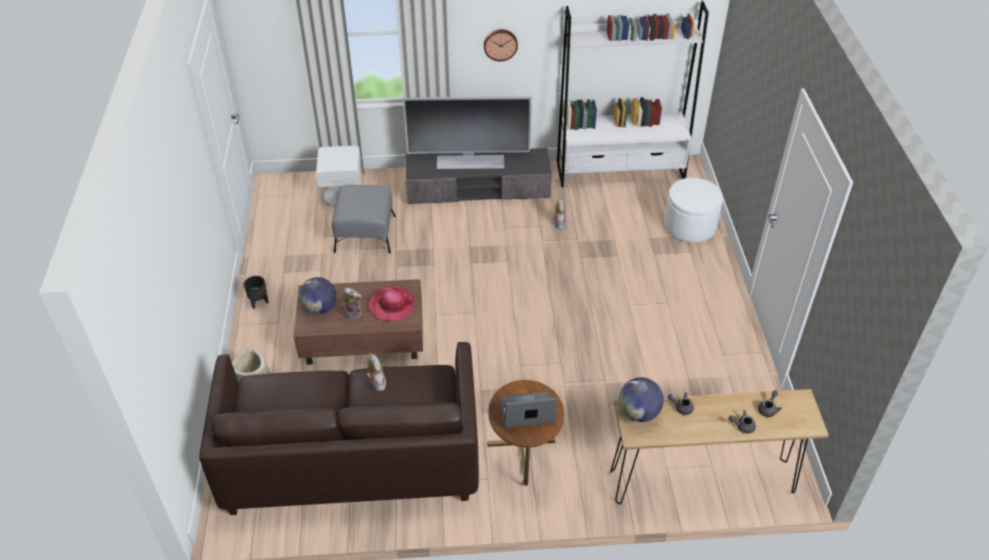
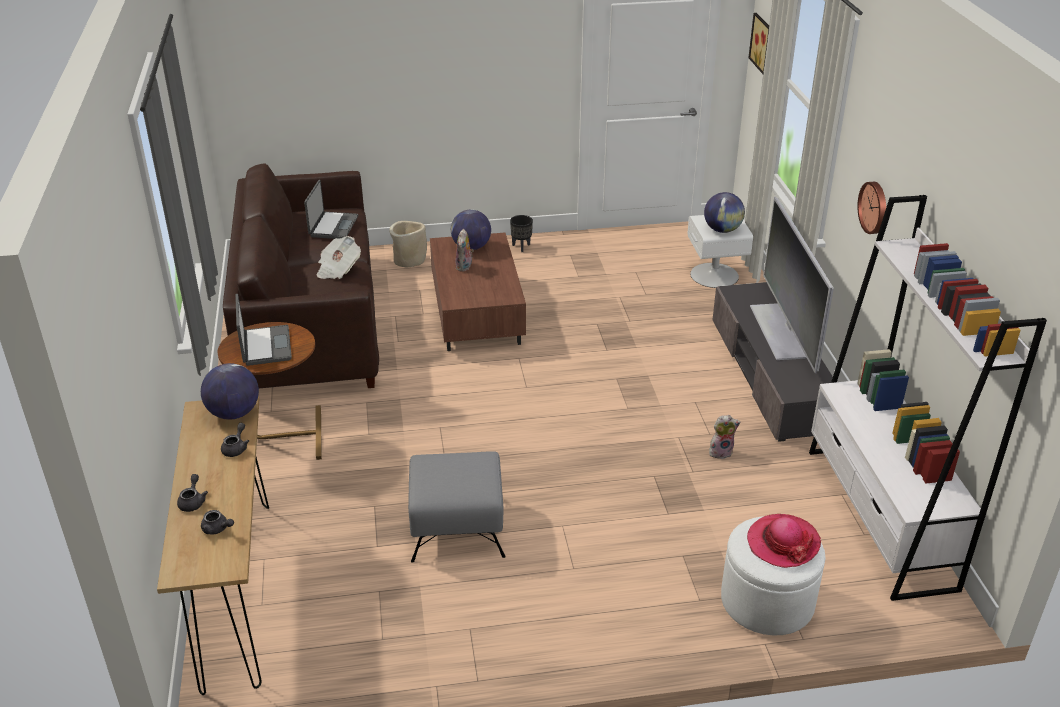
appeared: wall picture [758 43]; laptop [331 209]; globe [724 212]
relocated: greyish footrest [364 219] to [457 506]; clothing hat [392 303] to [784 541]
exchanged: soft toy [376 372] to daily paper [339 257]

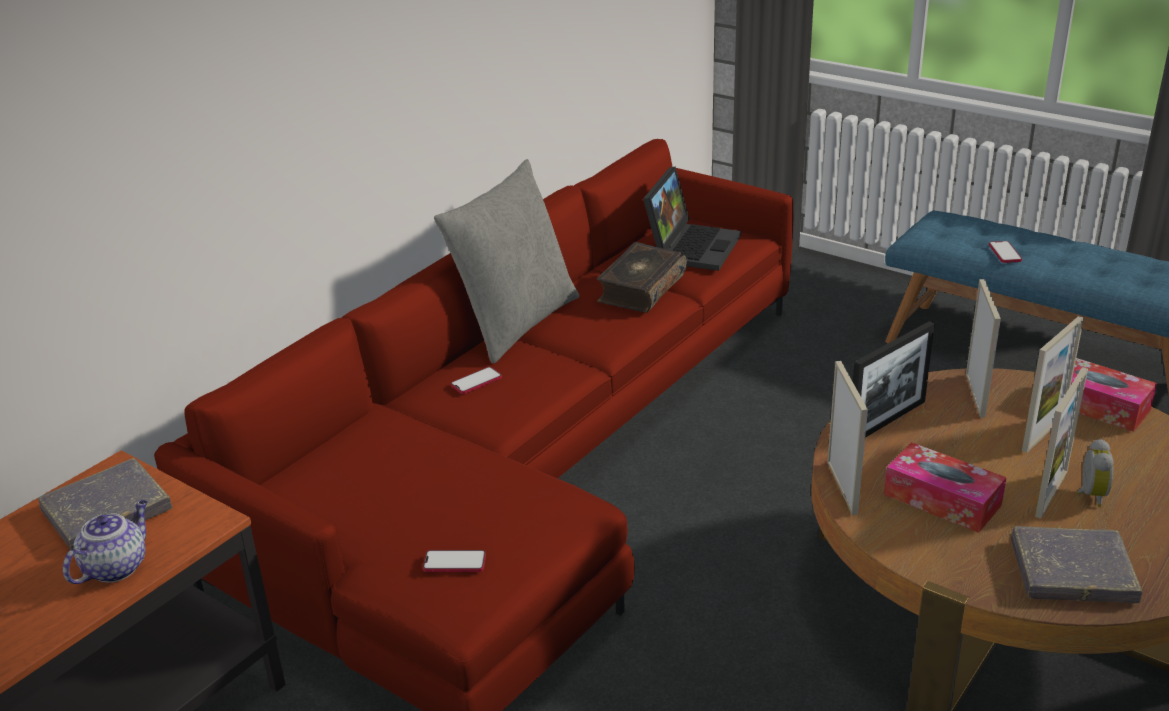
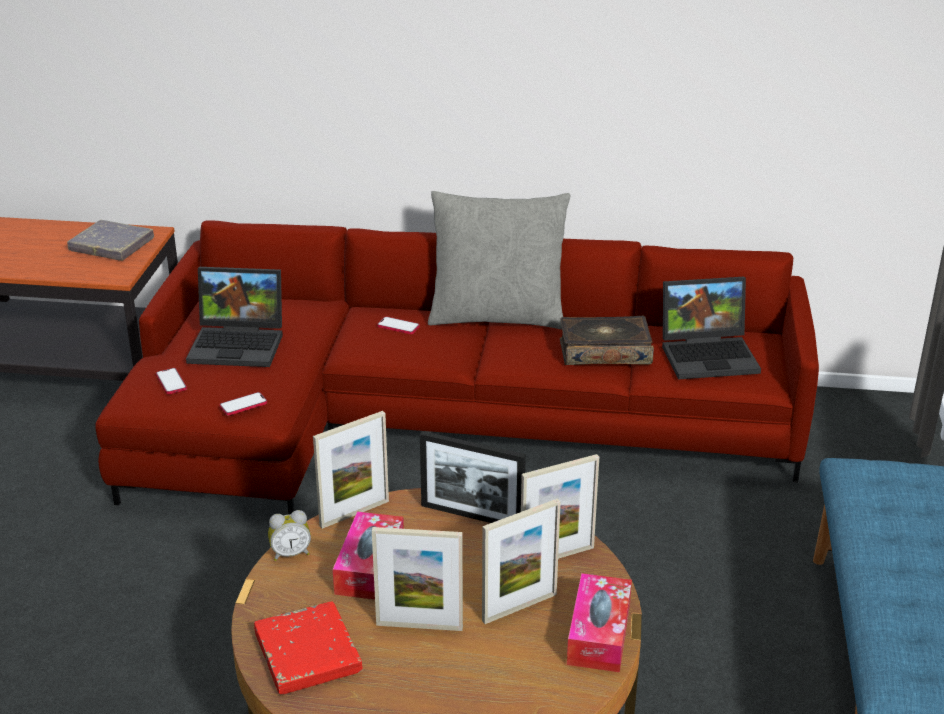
missing: tea pot [105 542]
appeared: laptop [234 317]
relocated: handset [1005 252] to [243 403]; alarm clock [1094 473] to [289 535]
colour: greyish book [1077 564] to red-coloured book [308 648]
spun: photo frame [1053 384] = [521 561] 45 degrees counterclockwise

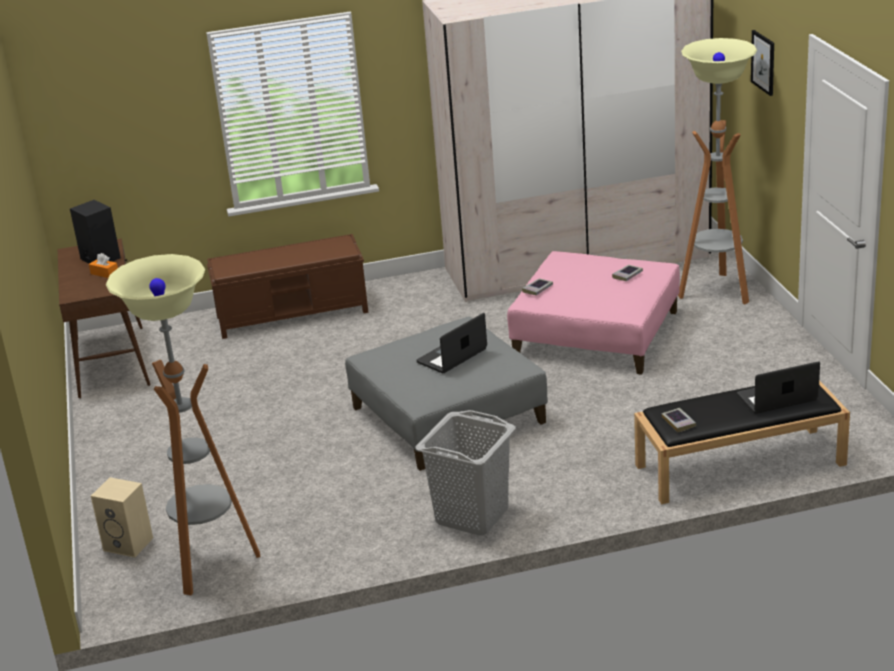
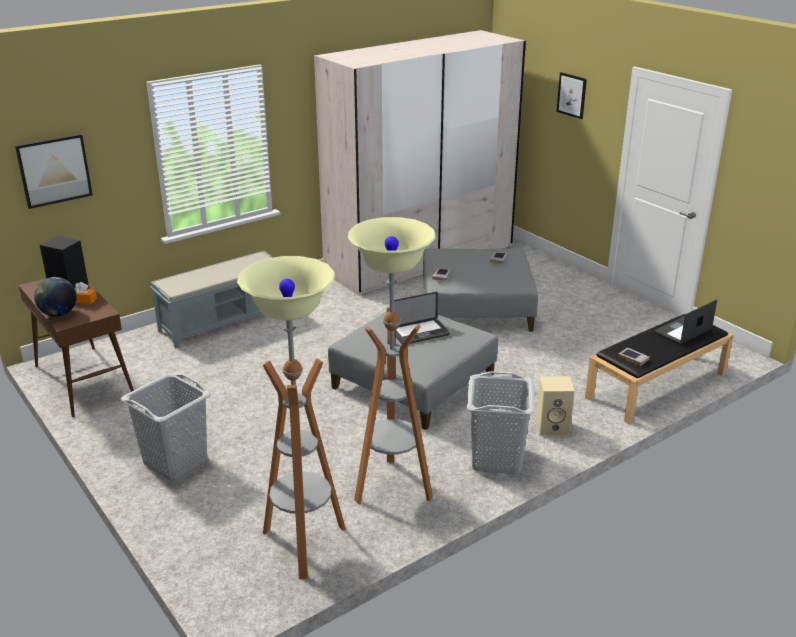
appeared: wall picture [54 171]; globe [55 297]; greyish hamper [166 426]
relocated: standard lamp [717 171] to [391 360]; sand-coloured speaker [122 517] to [555 406]
colour: brown indoor bench [287 286] to greyish indoor bench [211 299]; pink-coloured footrest [593 313] to greyish footrest [480 290]
spun: laptop [451 343] = [422 318] 135 degrees counterclockwise

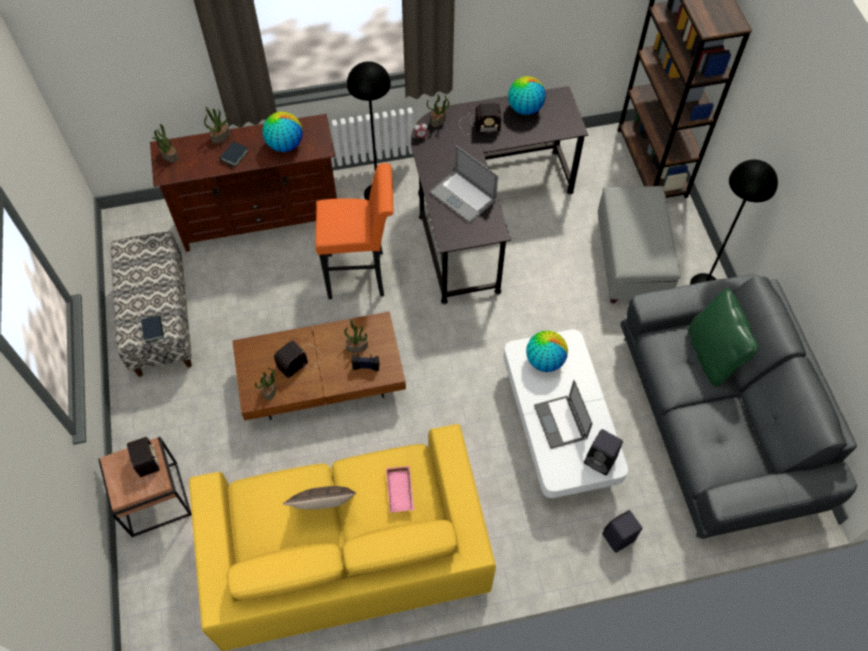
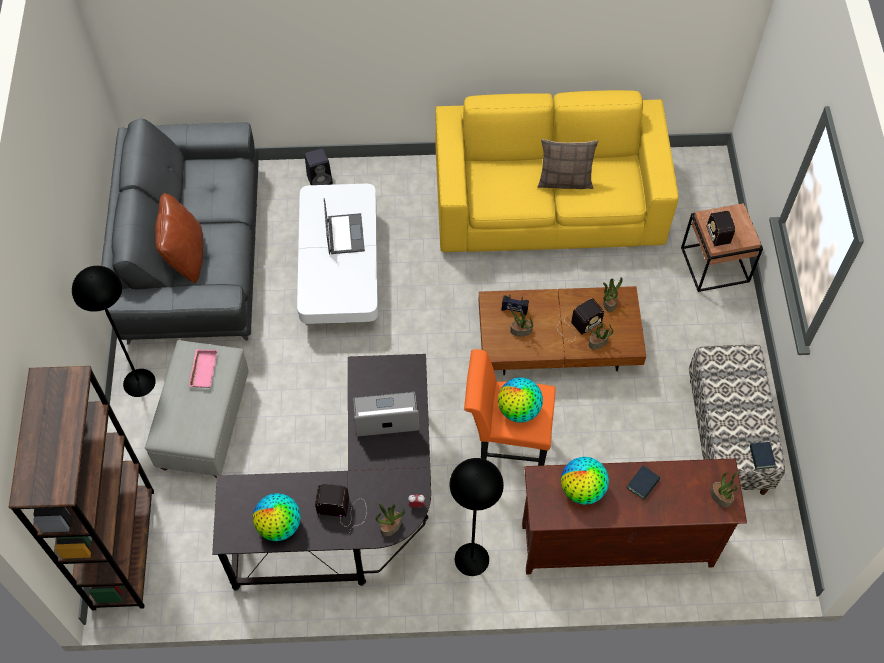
missing: black speaker [603 452]
relocated: plant in a pot [217 125] to [600 335]; book [152 329] to [763 455]; globe [547 351] to [520 400]; pink-coloured tray [400 489] to [203 368]
colour: green-coloured cushion [723 337] to brown cushion [179 238]
spun: laptop [463 184] = [386 414] 60 degrees counterclockwise

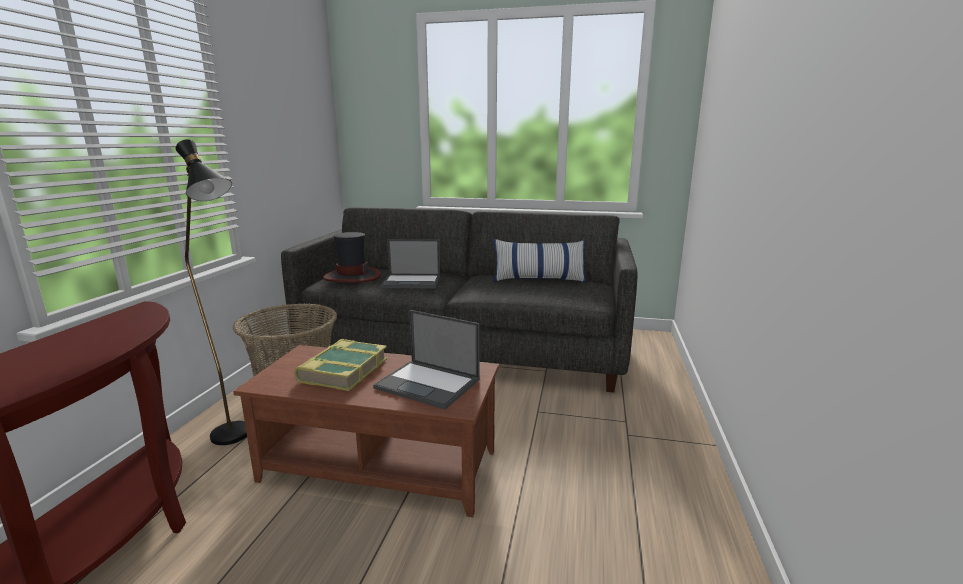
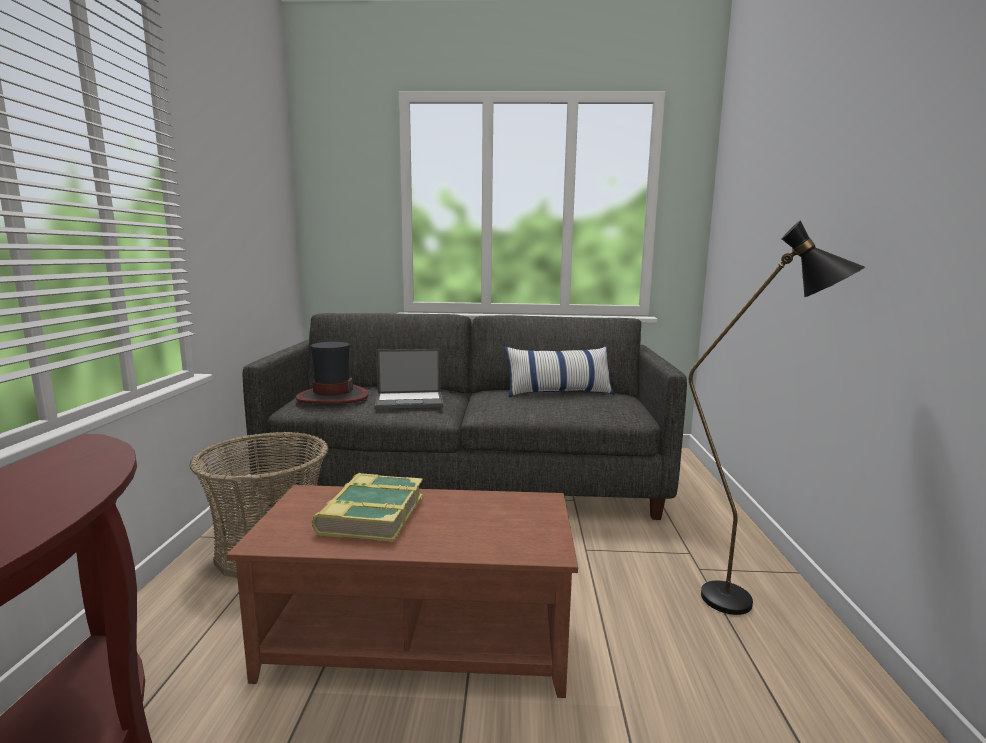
missing: laptop [426 360]
relocated: black standard lamp [211 292] to [777 417]

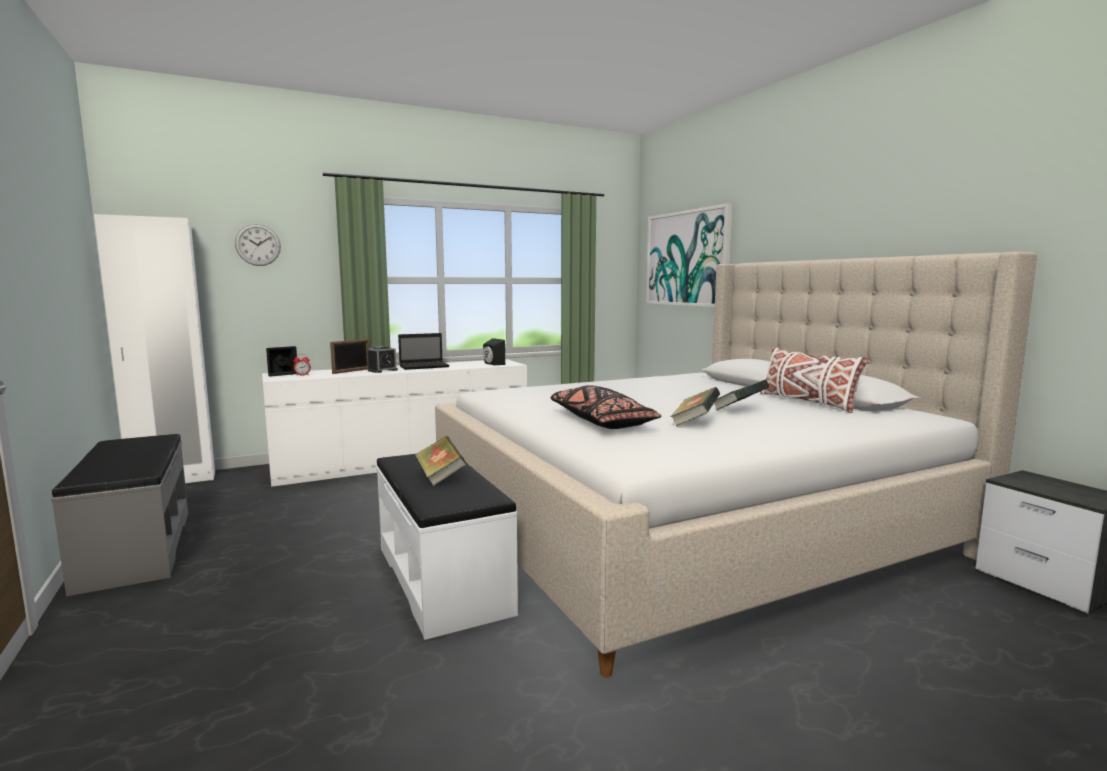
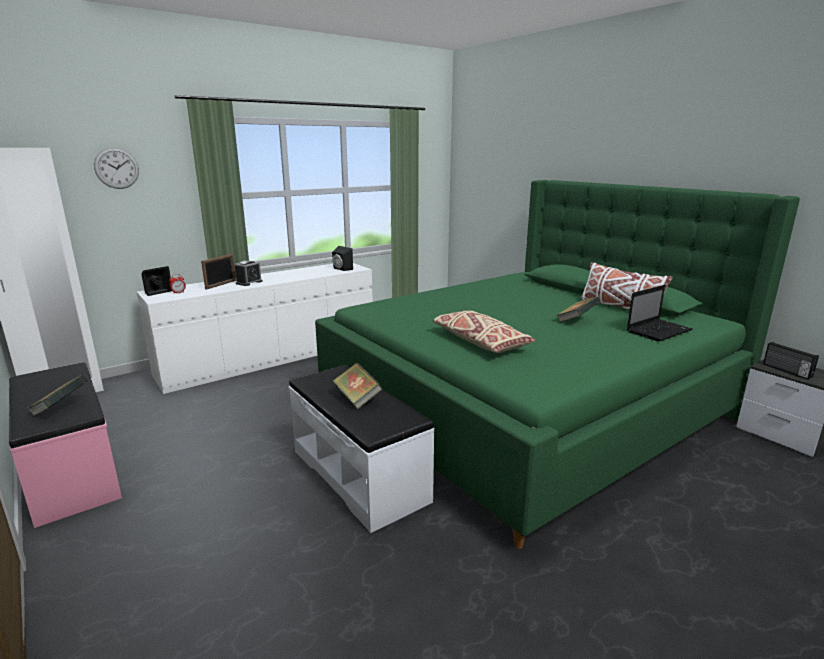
missing: wall picture [689 255]
appeared: radio set [791 361]
relocated: laptop [424 351] to [660 313]; book [695 406] to [57 396]
colour: sand-coloured bedroom bed [736 465] to green-coloured bedroom bed [557 364]; black cushion [606 407] to sand-coloured cushion [484 332]; greyish indoor bench [119 515] to pink-coloured indoor bench [65 445]

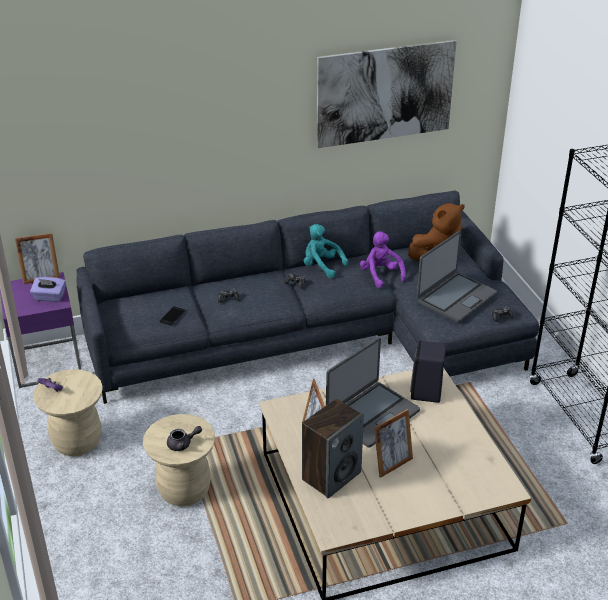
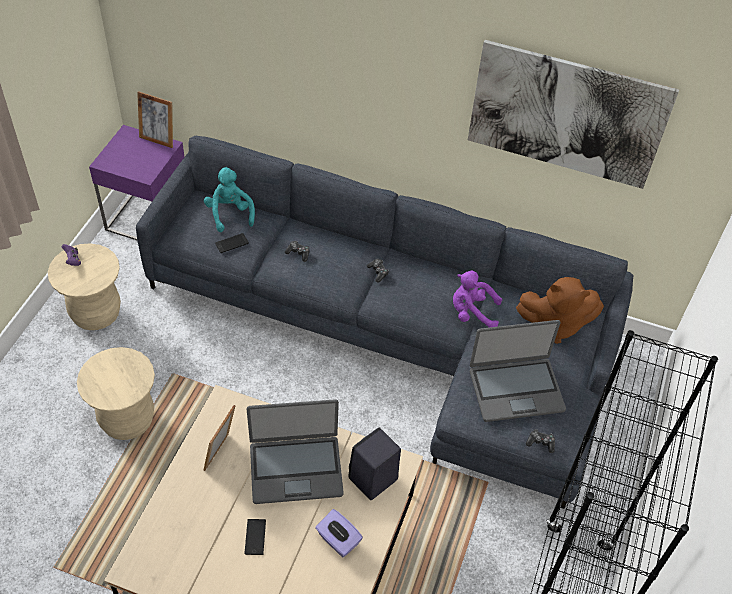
missing: speaker [333 448]; greyish tea pot [184 438]
relocated: turquoise-coloured soft toy [326 251] to [229 199]; purple-coloured tissue box [48 289] to [339 533]
exchanged: photo frame [393 443] to handset [255 537]
spun: purple-coloured soft toy [383 259] = [477 299] 90 degrees counterclockwise

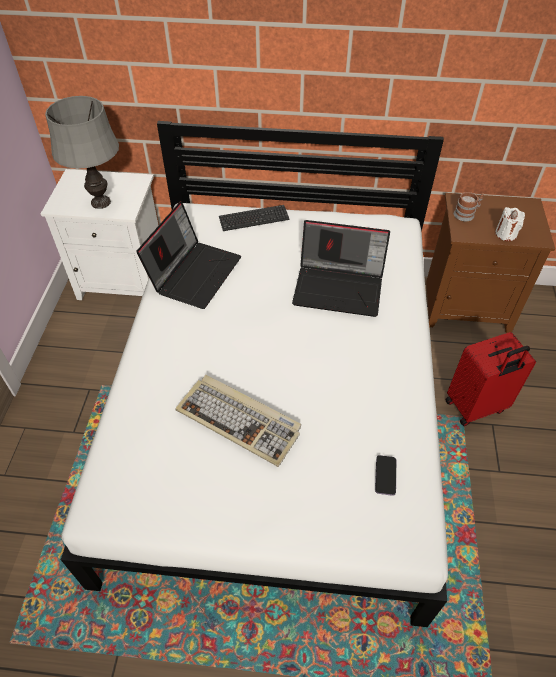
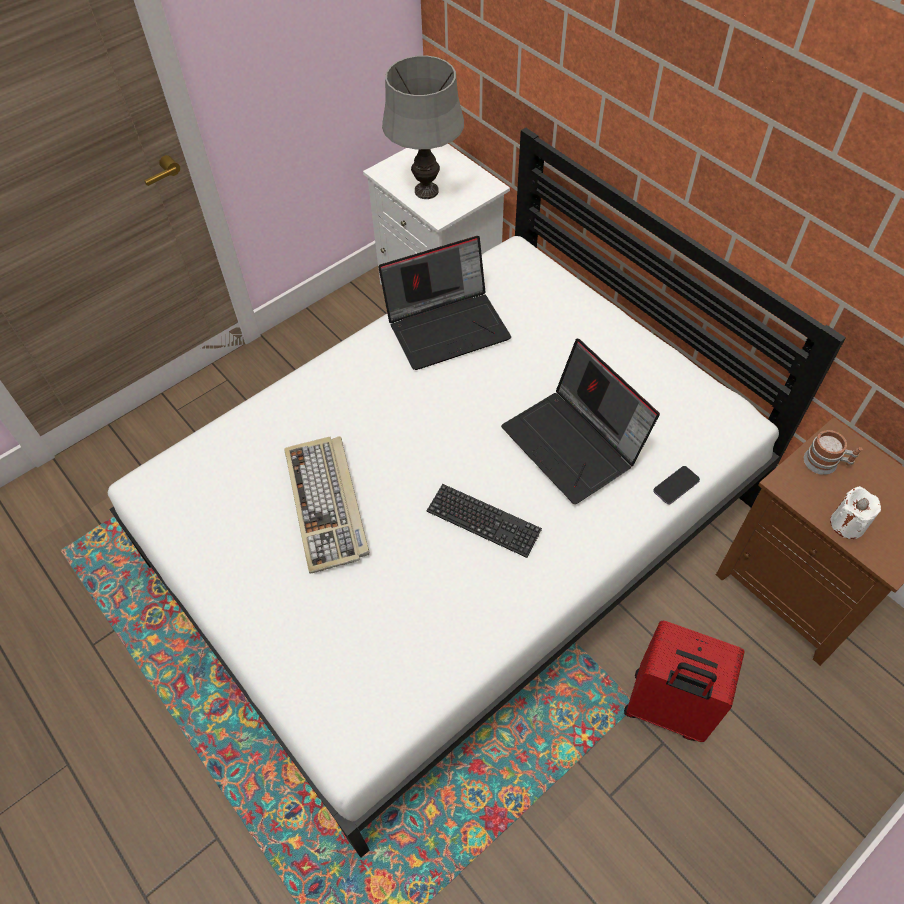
relocated: computer keyboard [254 218] to [484 521]; handset [385 475] to [676 485]

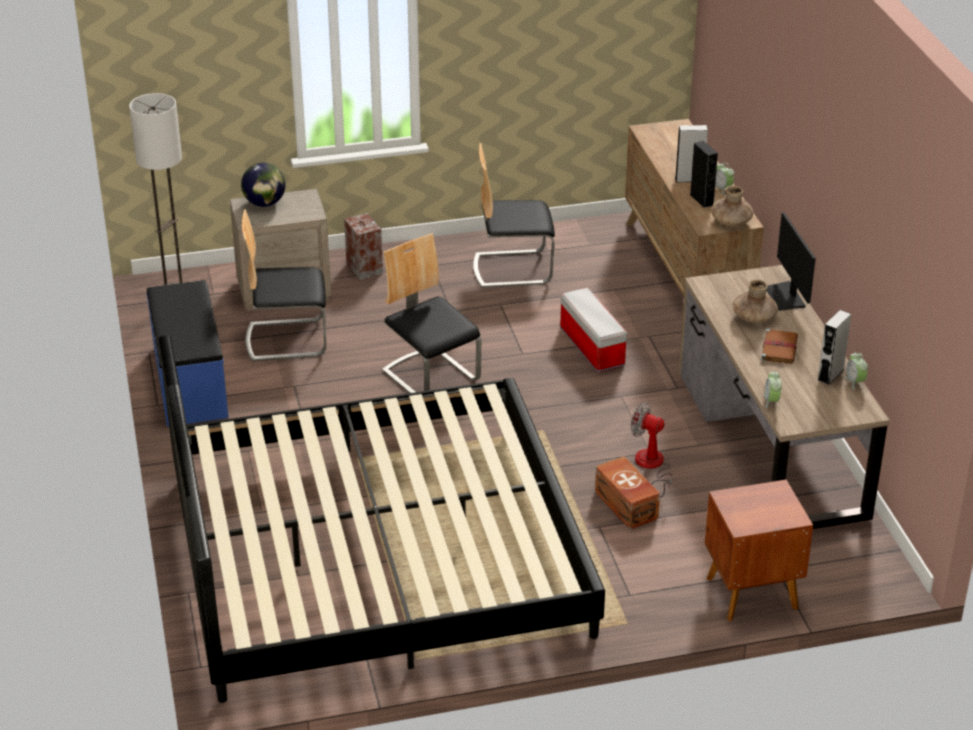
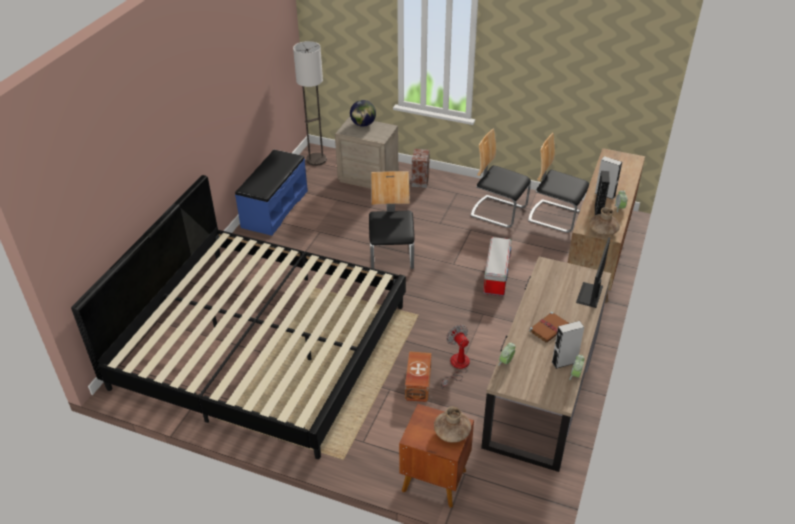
relocated: upright chair [284 285] to [558 183]; brown decorative vase [755 301] to [452 424]

